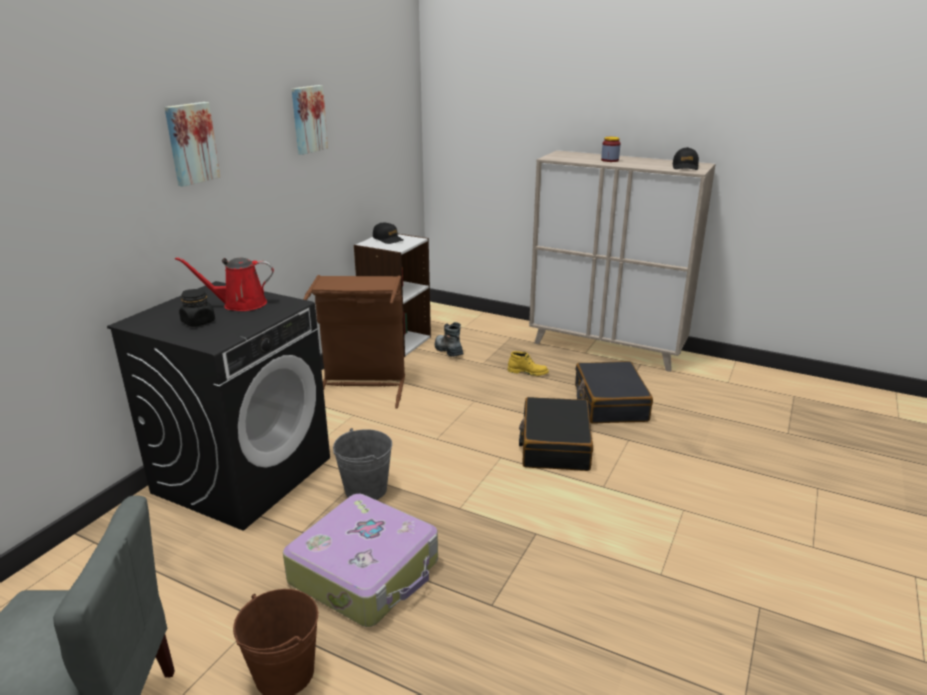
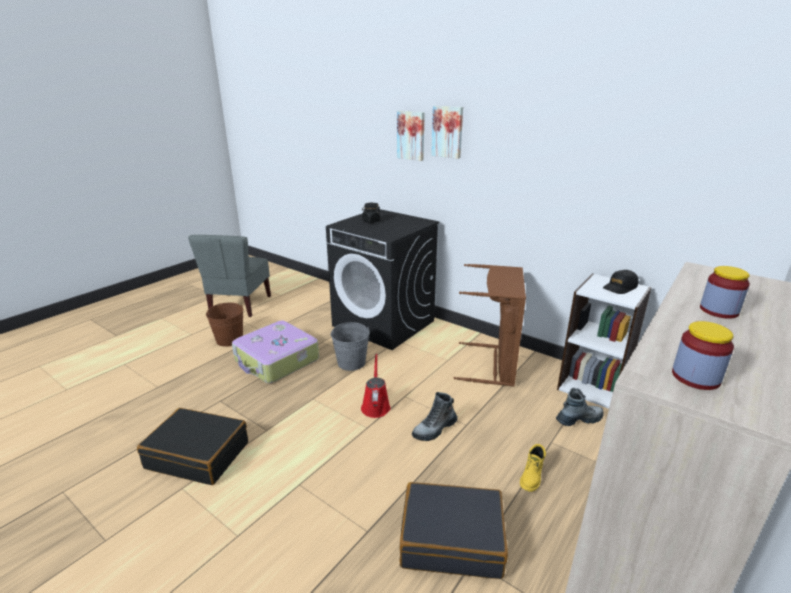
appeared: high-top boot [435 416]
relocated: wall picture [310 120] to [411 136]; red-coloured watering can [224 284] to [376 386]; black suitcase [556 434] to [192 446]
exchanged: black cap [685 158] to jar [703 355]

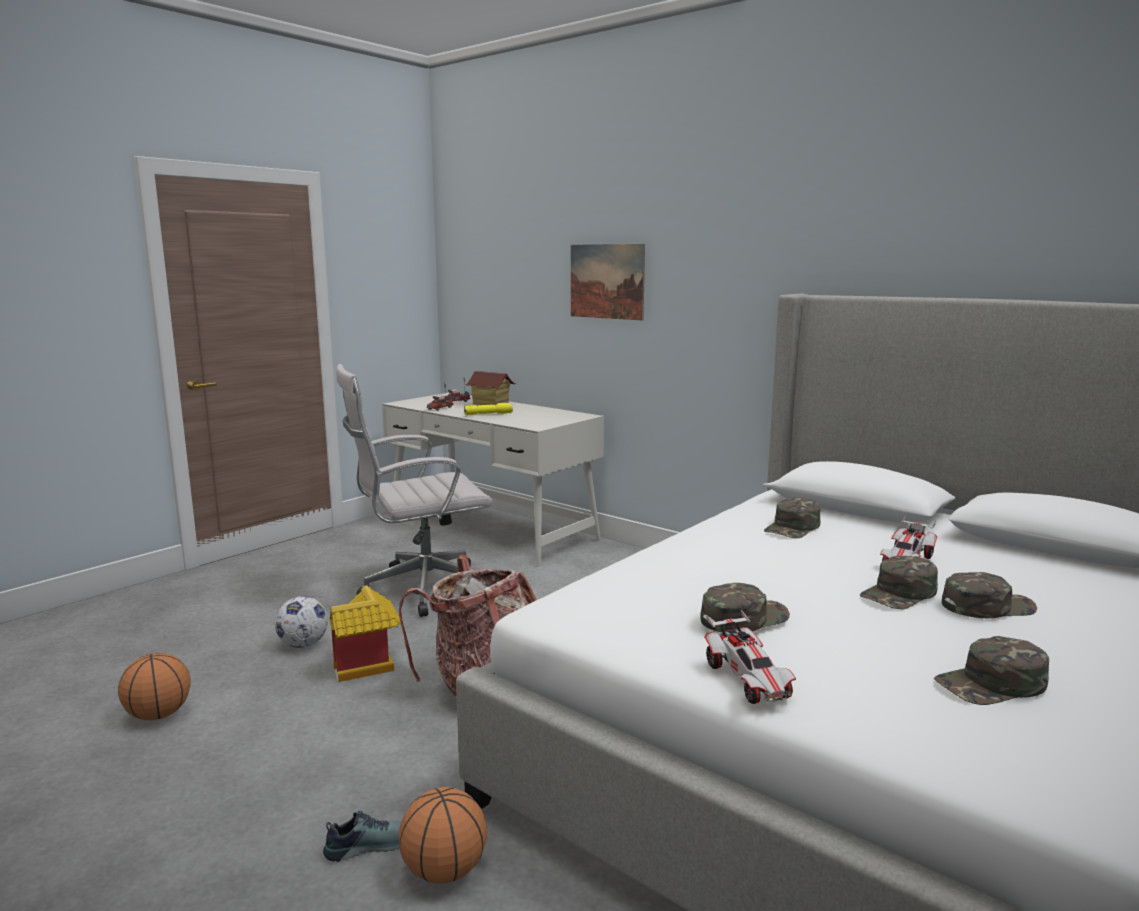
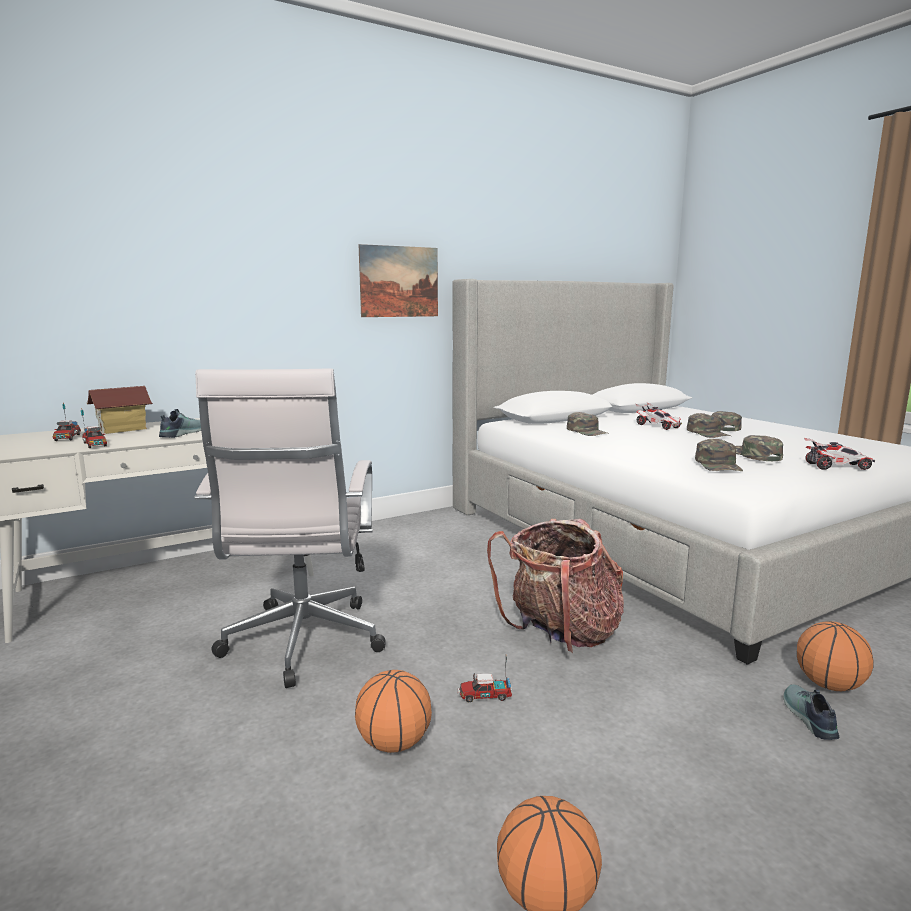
relocated: wall picture [608 282] to [398 280]; green-coloured cap [991 670] to [719 455]
exchanged: yellowish flashlight [488 409] to item of footwear [180 423]; toy house [365 633] to toy lorry [484 679]; football [301 622] to basketball [393 711]

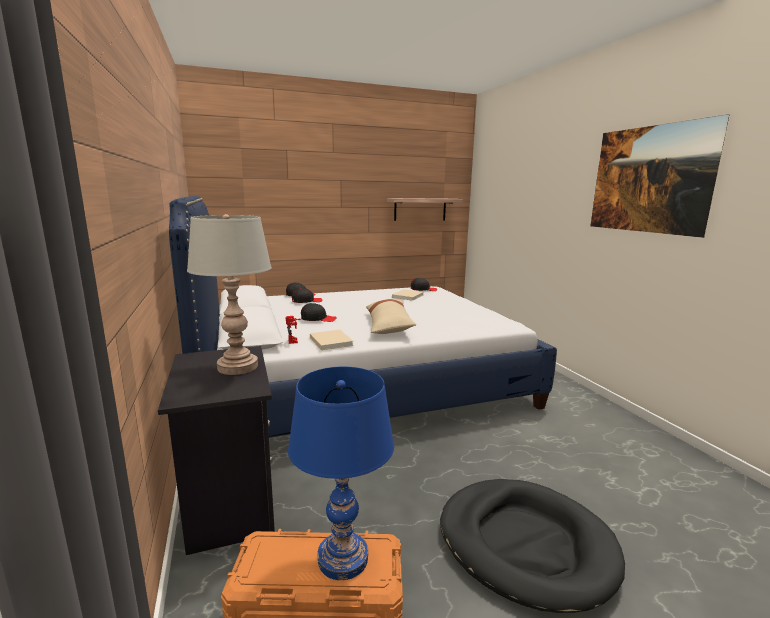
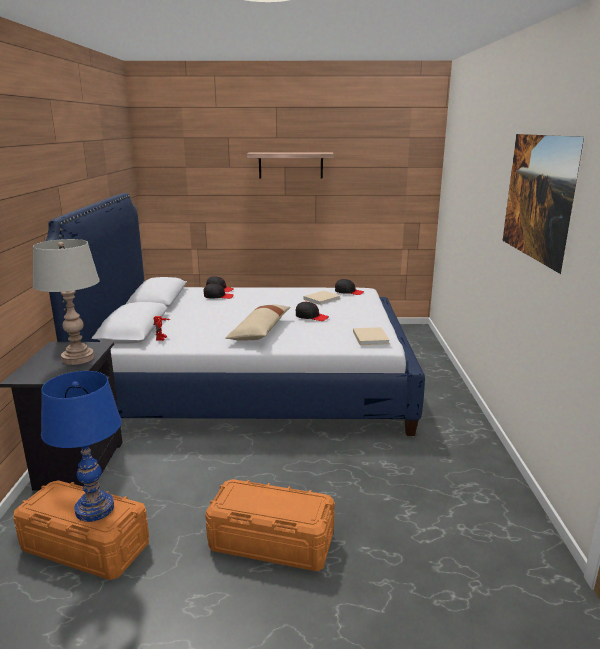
relocated: wall shelf [425 209] to [290 165]; black cap [319 312] to [312 311]; sand-coloured book [332 339] to [371 336]
exchanged: black dog bed [532 546] to orange storage container [270 525]

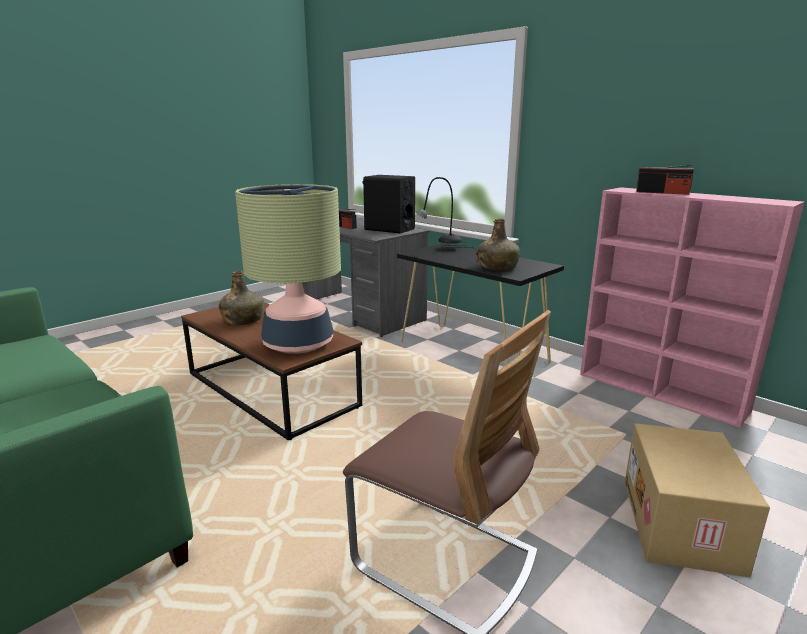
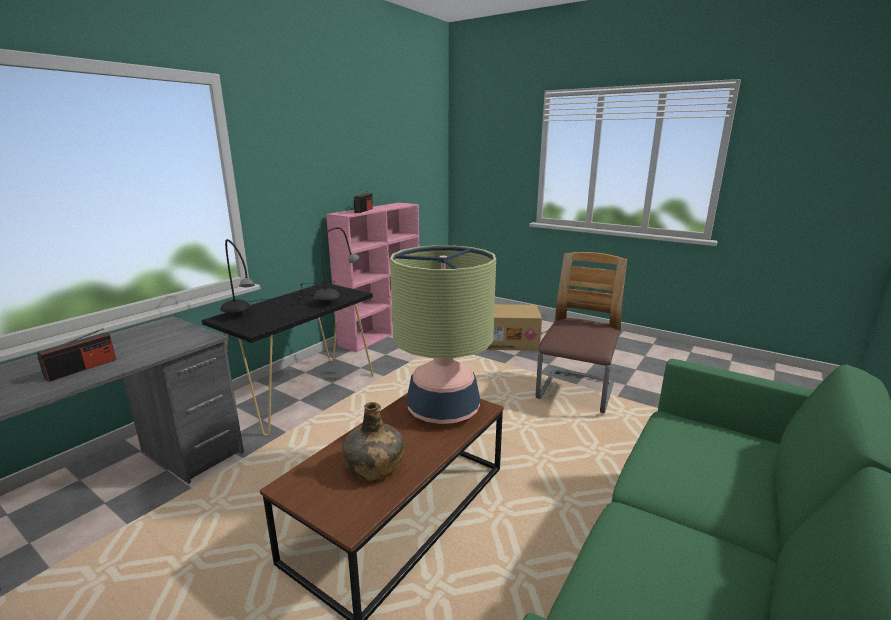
missing: black speaker [389 204]
exchanged: green-coloured drink bottle [499 244] to greyish table lamp [329 263]

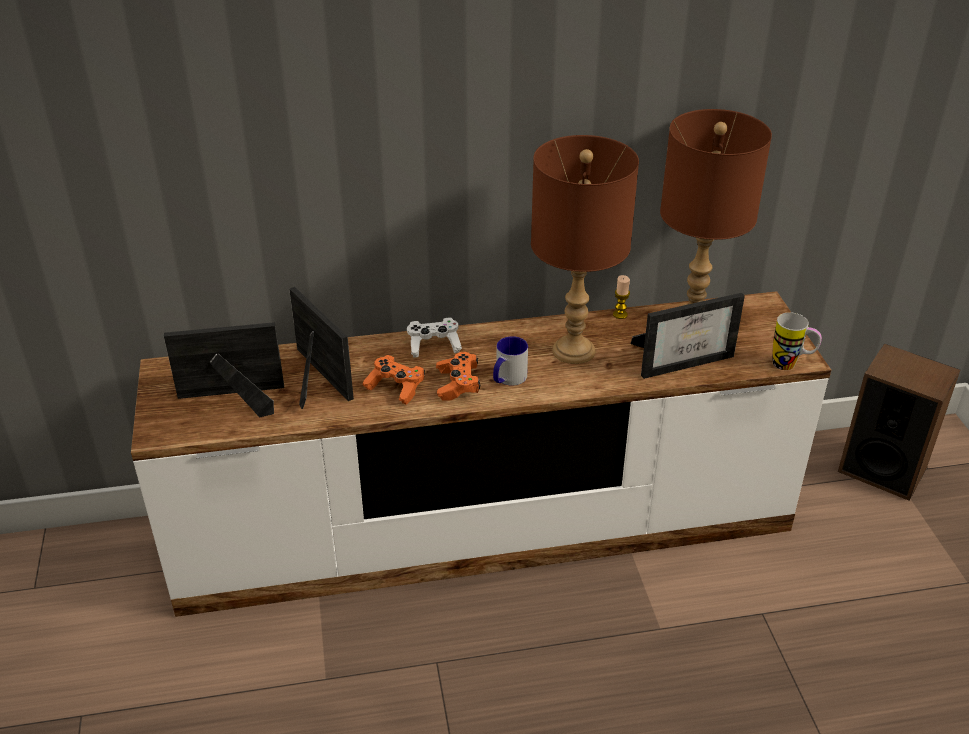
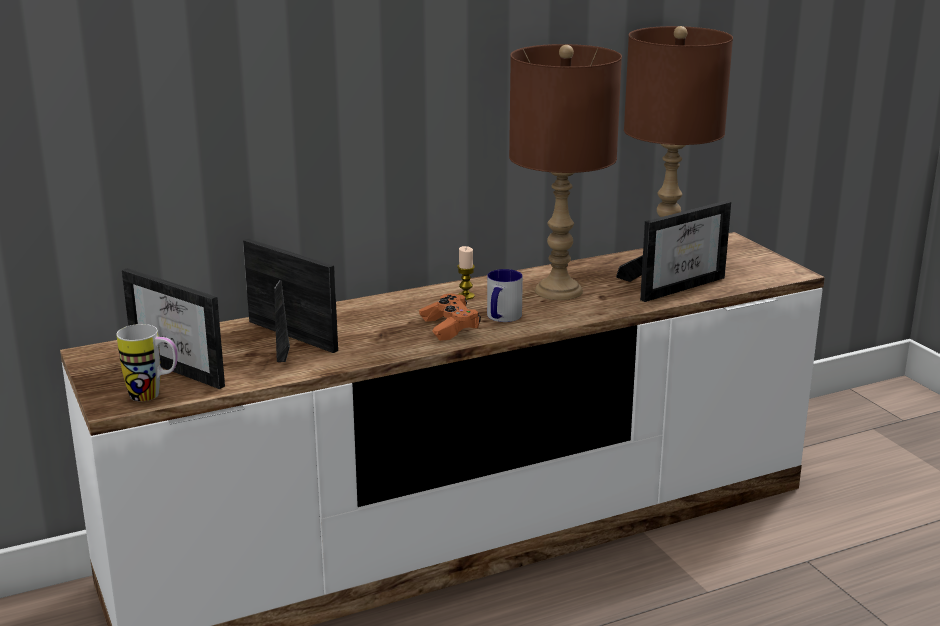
missing: white joypad [434 337]; speaker [899 422]; orange joypad [393 380]
relocated: wax light [621 297] to [466 273]; coffee mug [797 341] to [147 362]
spun: photo frame [224 369] = [173 328] 120 degrees counterclockwise

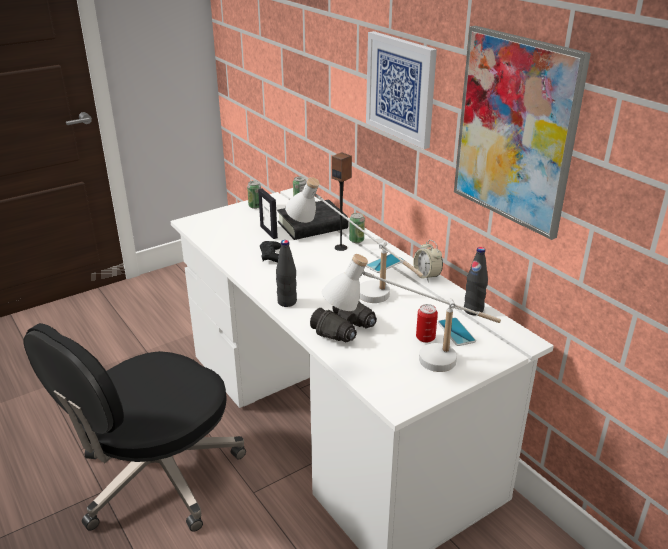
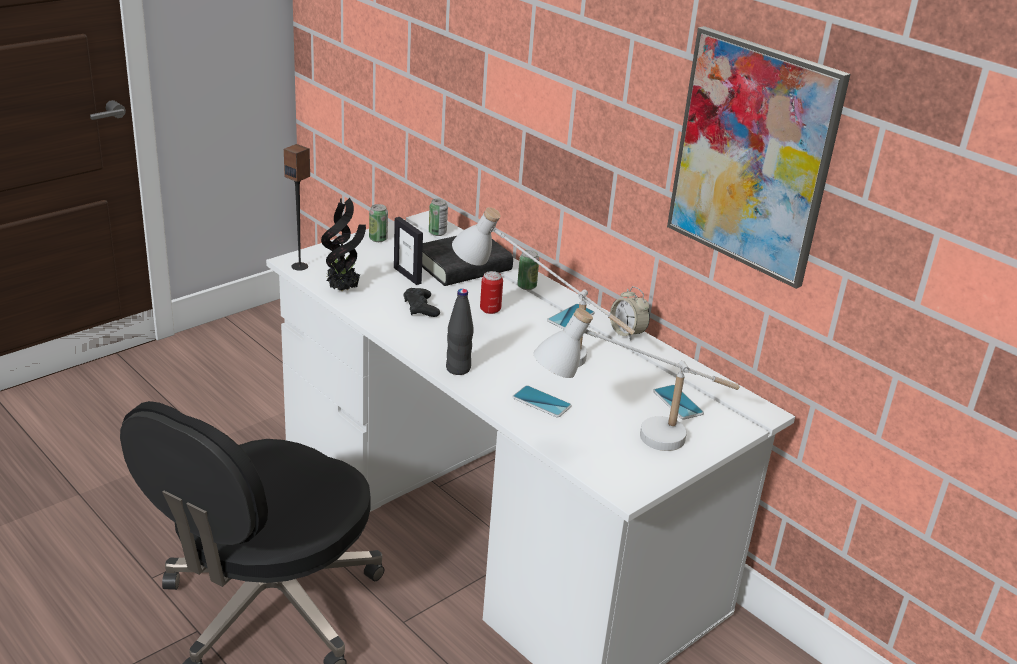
missing: wall picture [401 90]; black drink bottle [476 281]
appeared: plant in a pot [343 244]
relocated: speaker [342 201] to [297 207]; metal can [427 323] to [491 292]
exchanged: black binoculars [343 321] to handset [542 401]

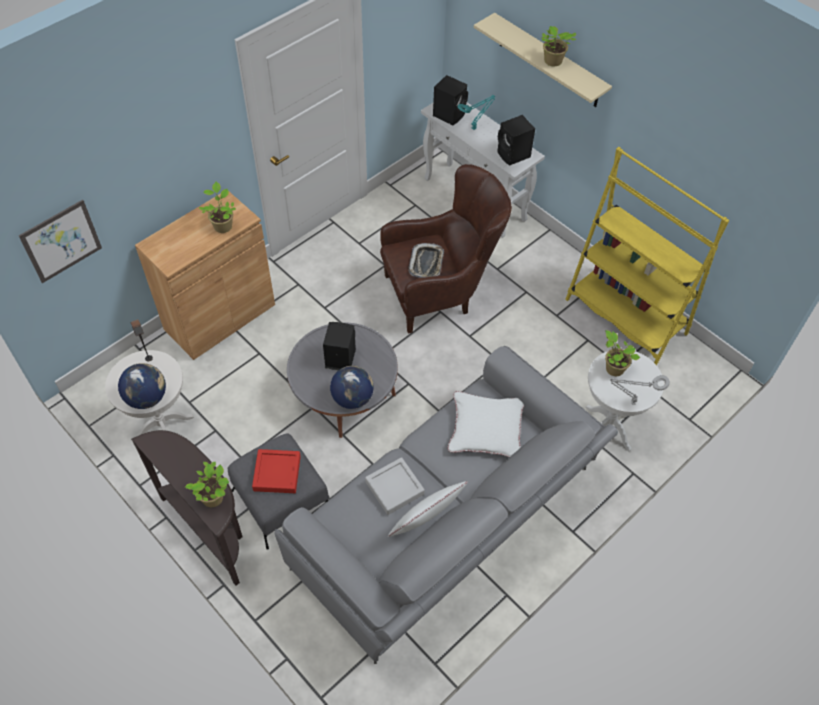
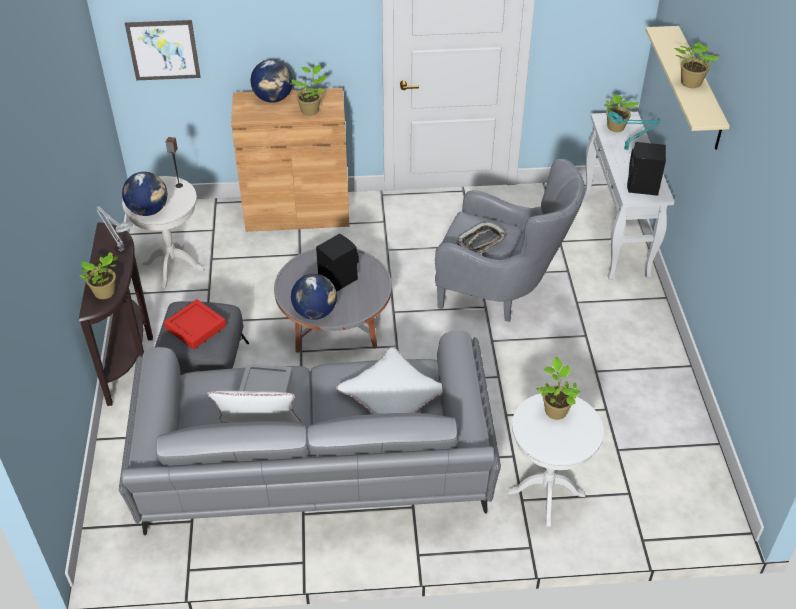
missing: yellowish bookcase [647 256]
appeared: globe [272 81]
relocated: greyish table lamp [640 390] to [114 229]
exchanged: black speaker [450 100] to plant in a pot [621 113]
colour: brown armchair [446 249] to greyish armchair [510 240]

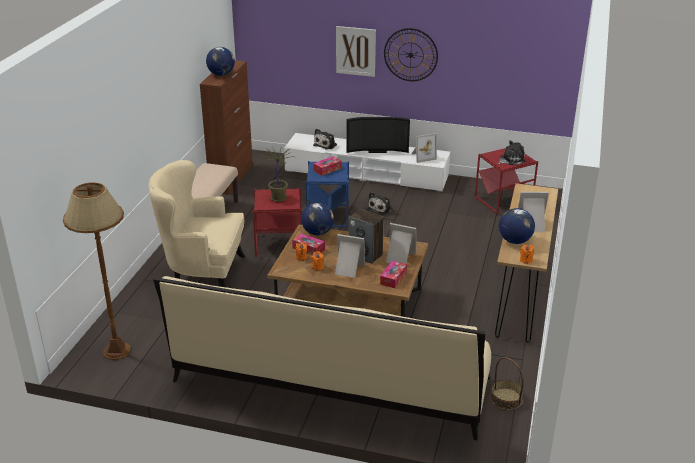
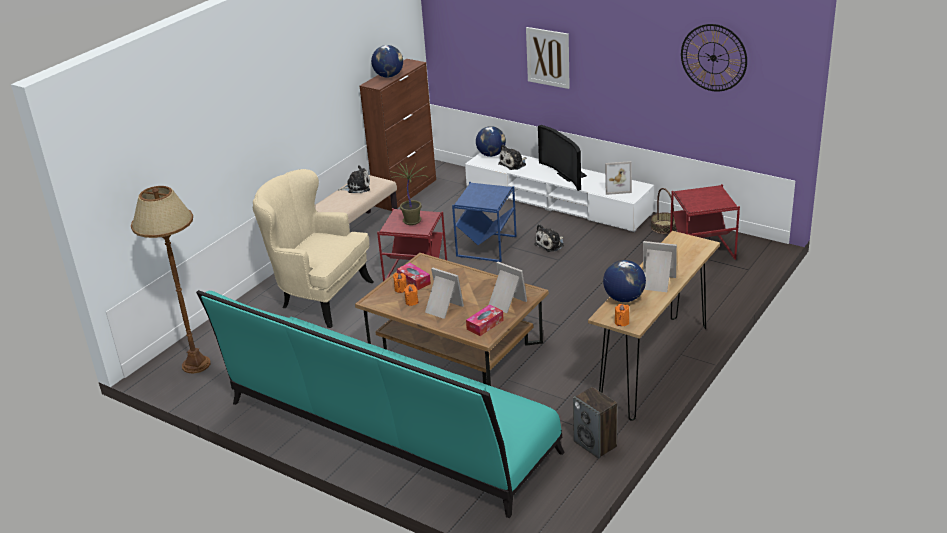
missing: tissue box [327 166]
relocated: wall clock [411 54] to [714 58]; soft toy [511 152] to [354 179]; globe [317 219] to [491 141]; speaker [366 236] to [595 423]; basket [507 383] to [664 211]
colour: sand-coloured settee [322 358] to turquoise-coloured settee [380 404]
spun: TV [378 135] = [562 158] 45 degrees clockwise

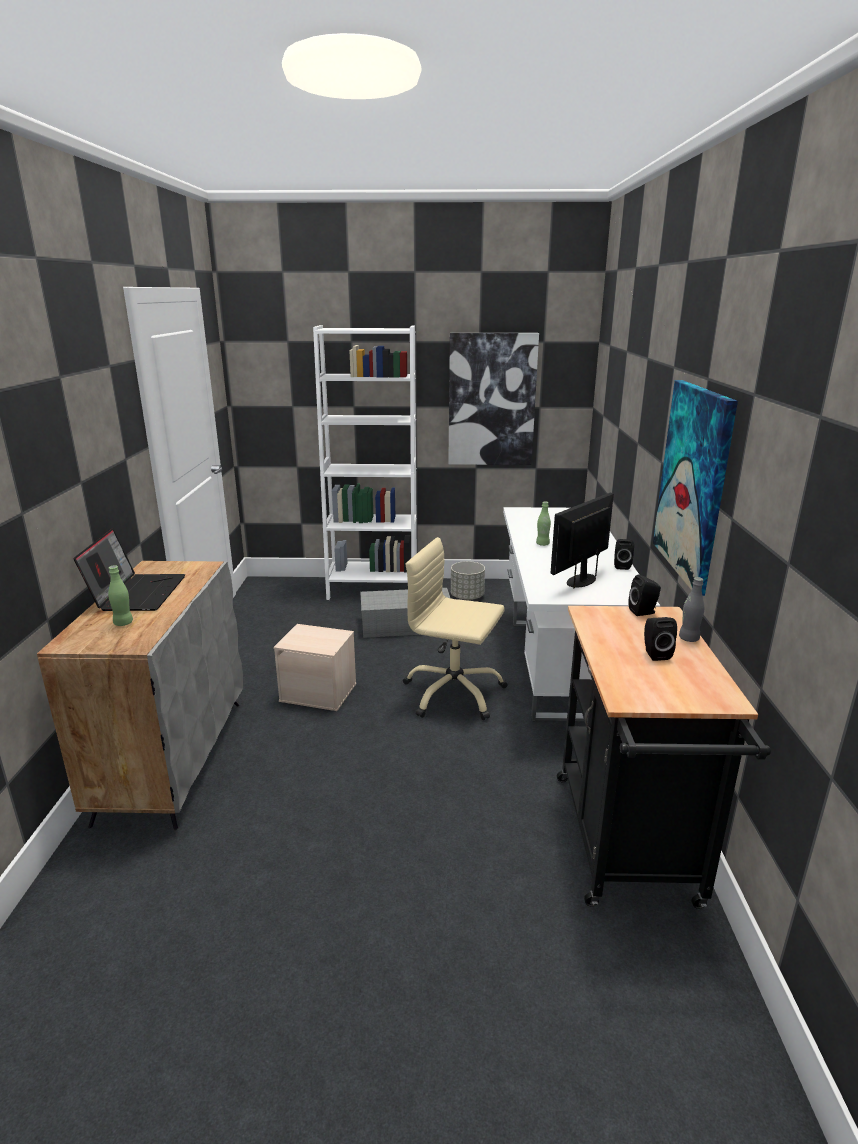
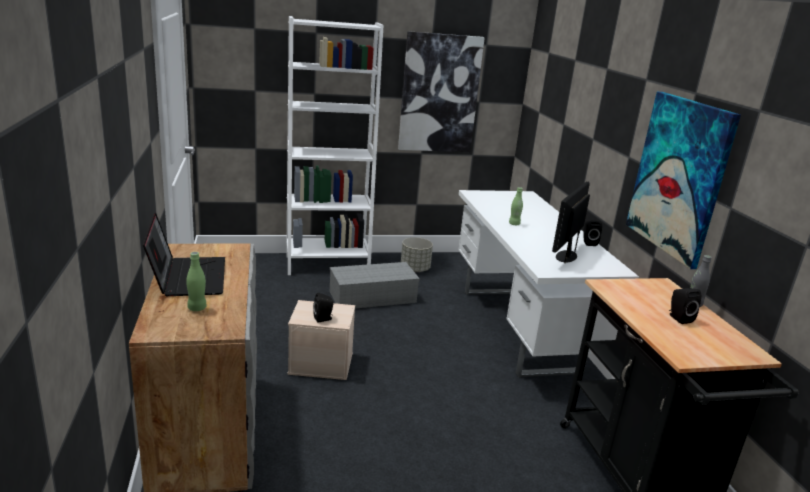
missing: sand-coloured computer chair [455 628]
relocated: black speaker [645 595] to [323 308]

